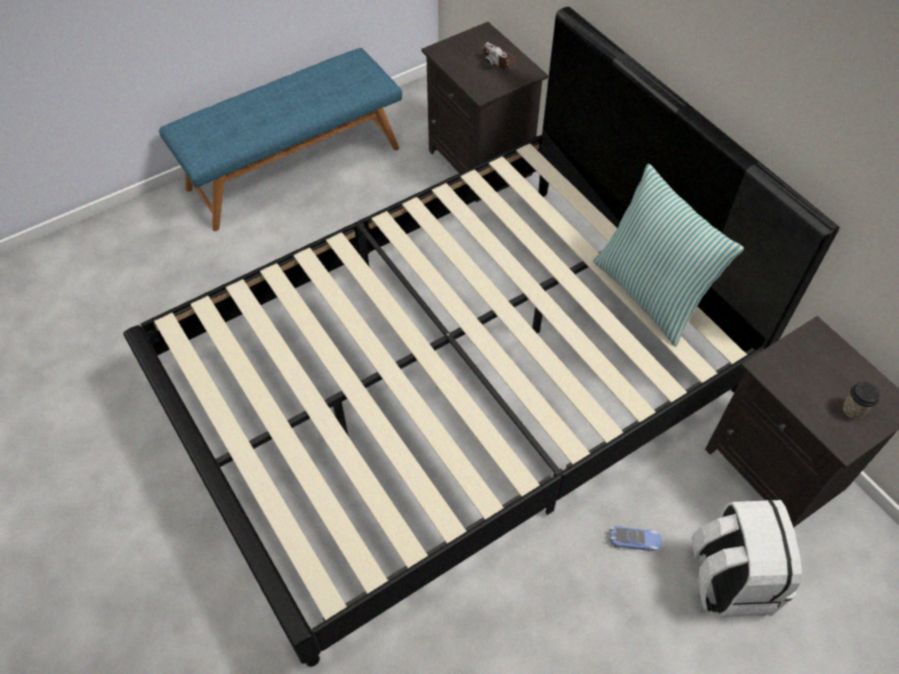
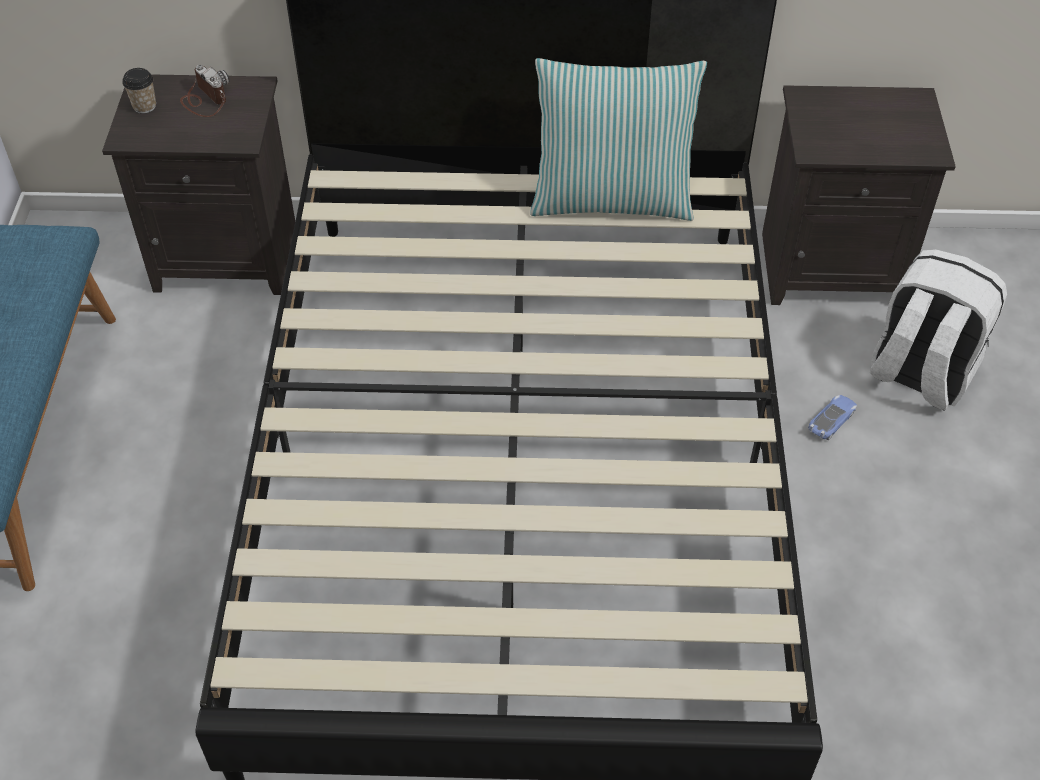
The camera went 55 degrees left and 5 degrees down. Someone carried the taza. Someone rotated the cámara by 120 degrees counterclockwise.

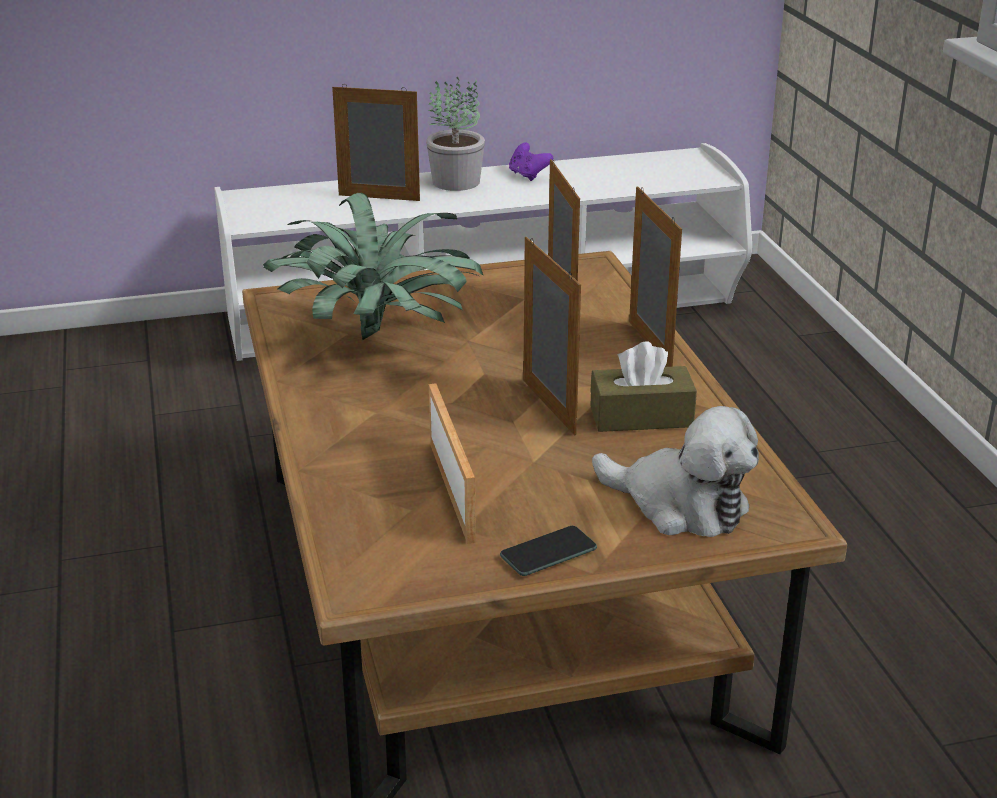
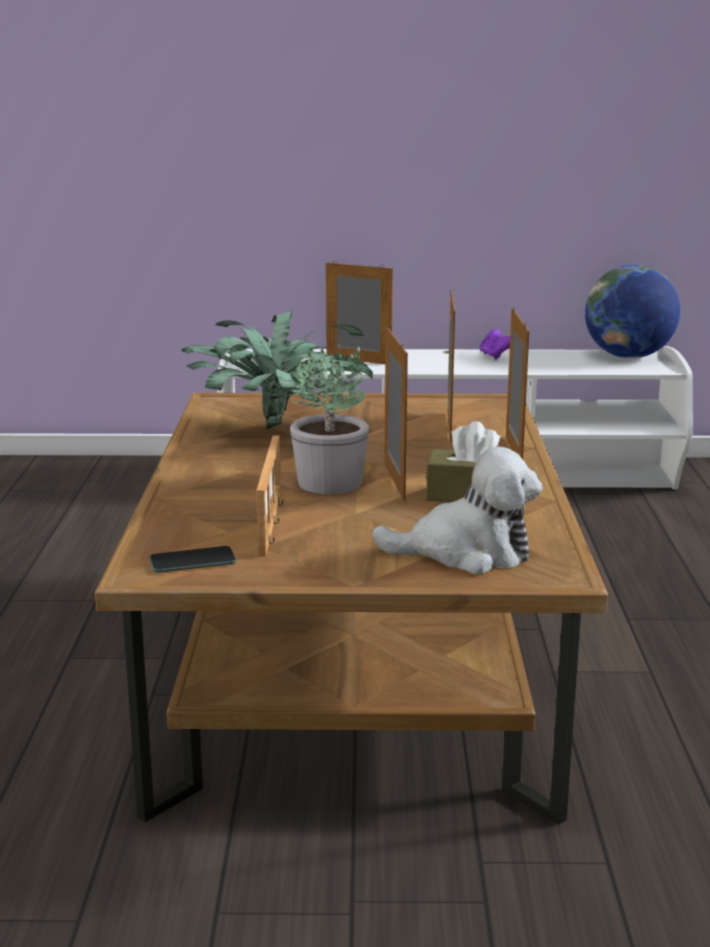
The camera went 15 degrees right and 10 degrees down. Someone carried the móvil. Someone carried the planta en maceta (2nd from left). Someone rotated the peluche by 45 degrees counterclockwise. Someone put down the globo terráqueo.

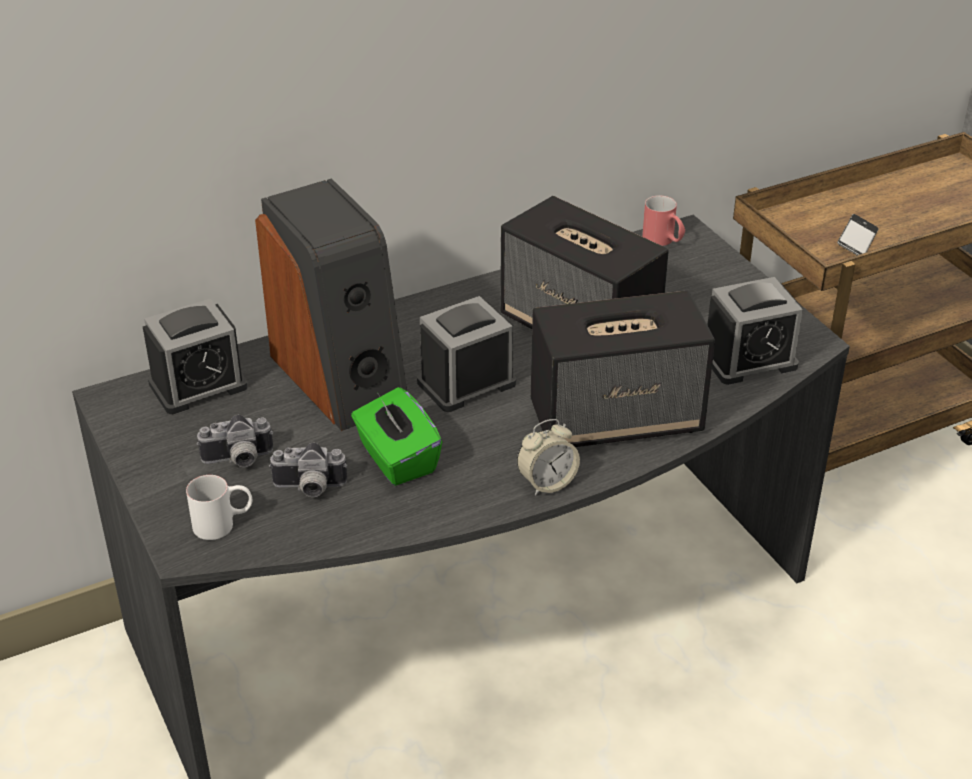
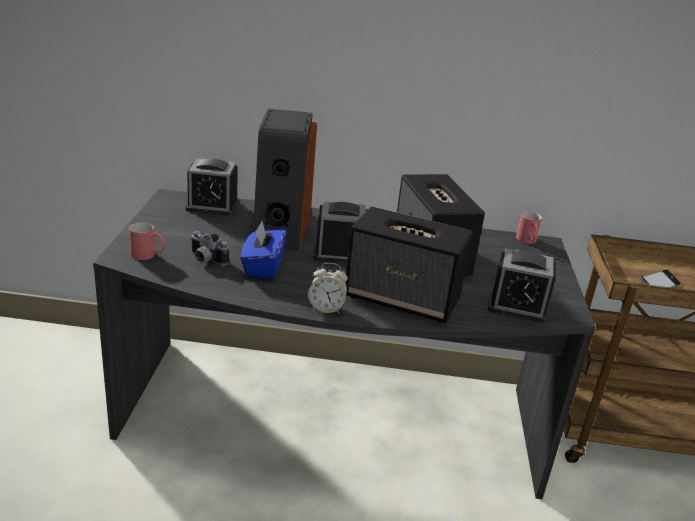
The camera went 30 degrees right and 10 degrees down. Someone repainted the taza grande/blanco, which became the taza grande/rojo (1st from left). Someone repainted the caja de pañuelos/verde, which became the caja de pañuelos/azul. Someone took away the cámara (1st from left).

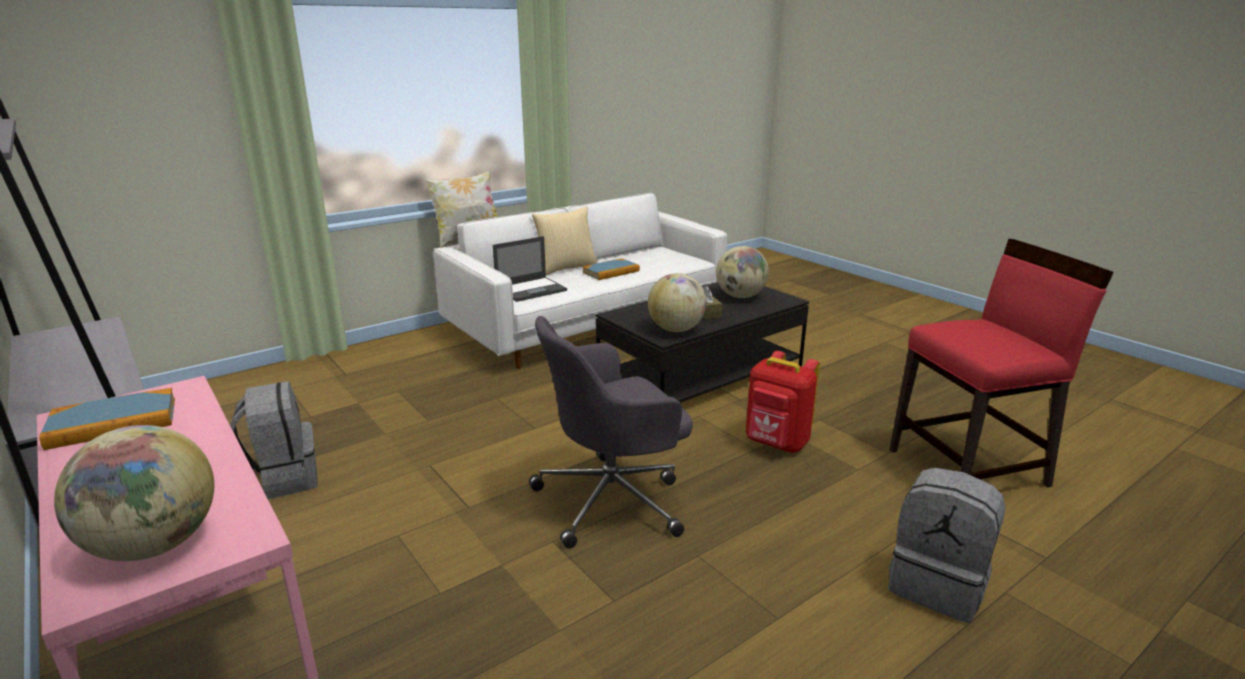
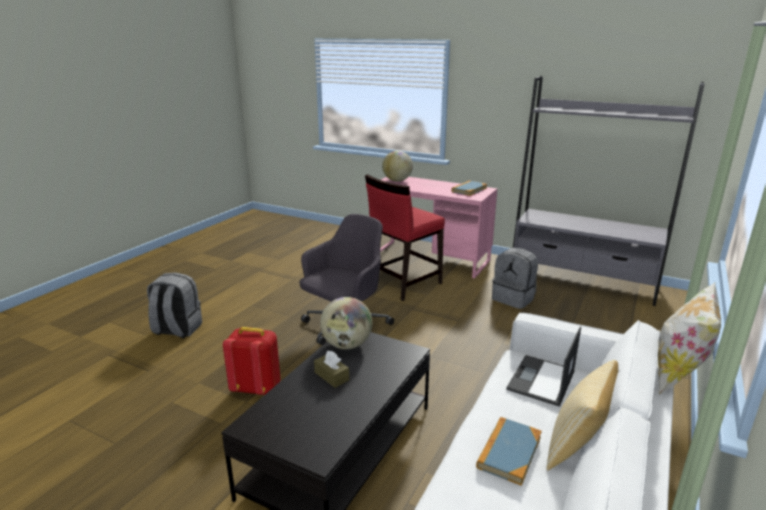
The camera went 155 degrees right and 0 degrees up. Someone carried the silla/rojo. Someone took away the globo terráqueo (3rd from left).

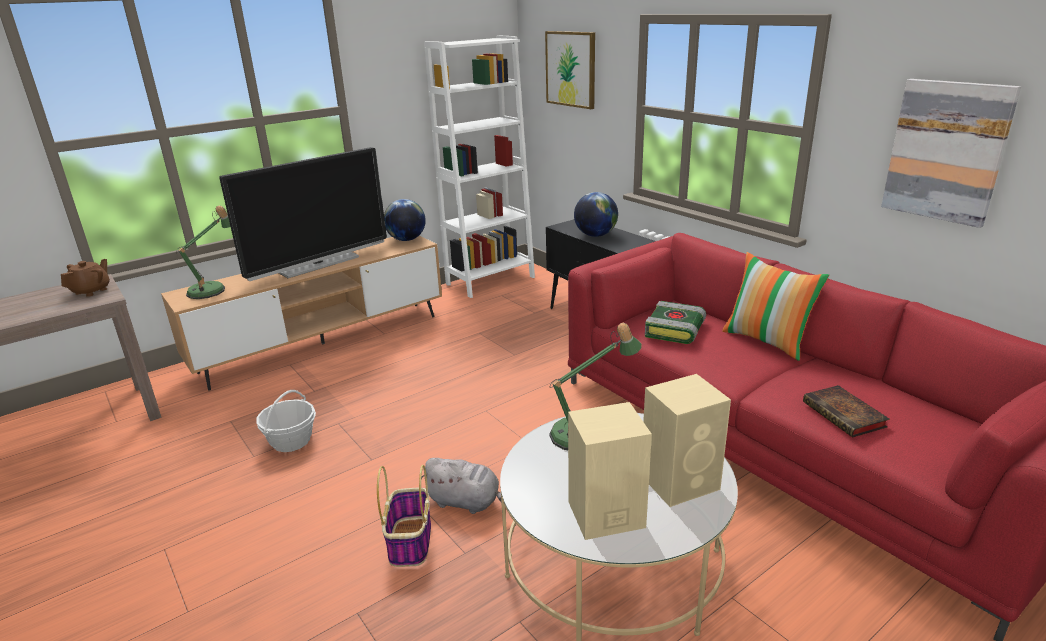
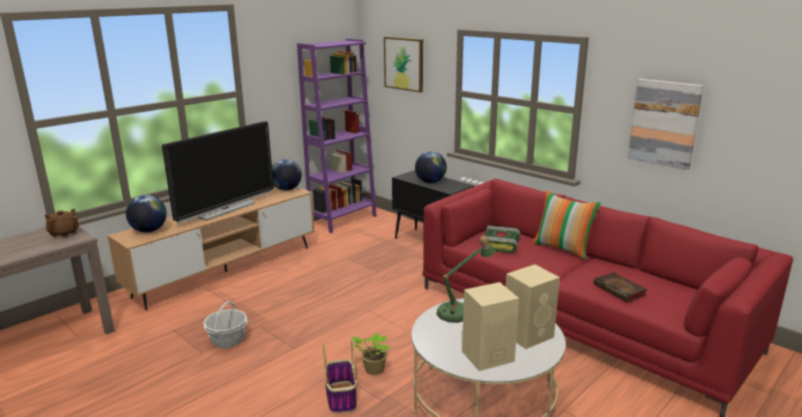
The camera went 10 degrees left and 5 degrees down. Someone swapped the lámpara de mesa (1st from left) for the globo terráqueo (1st from left). Someone repainted the estantería/blanco, which became the estantería/morado. Someone swapped the peluche/gris for the planta en maceta.

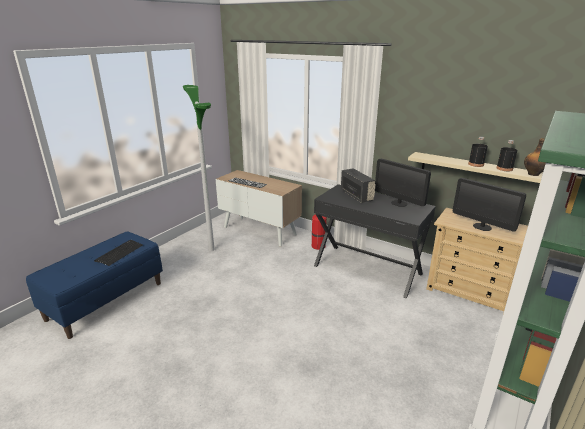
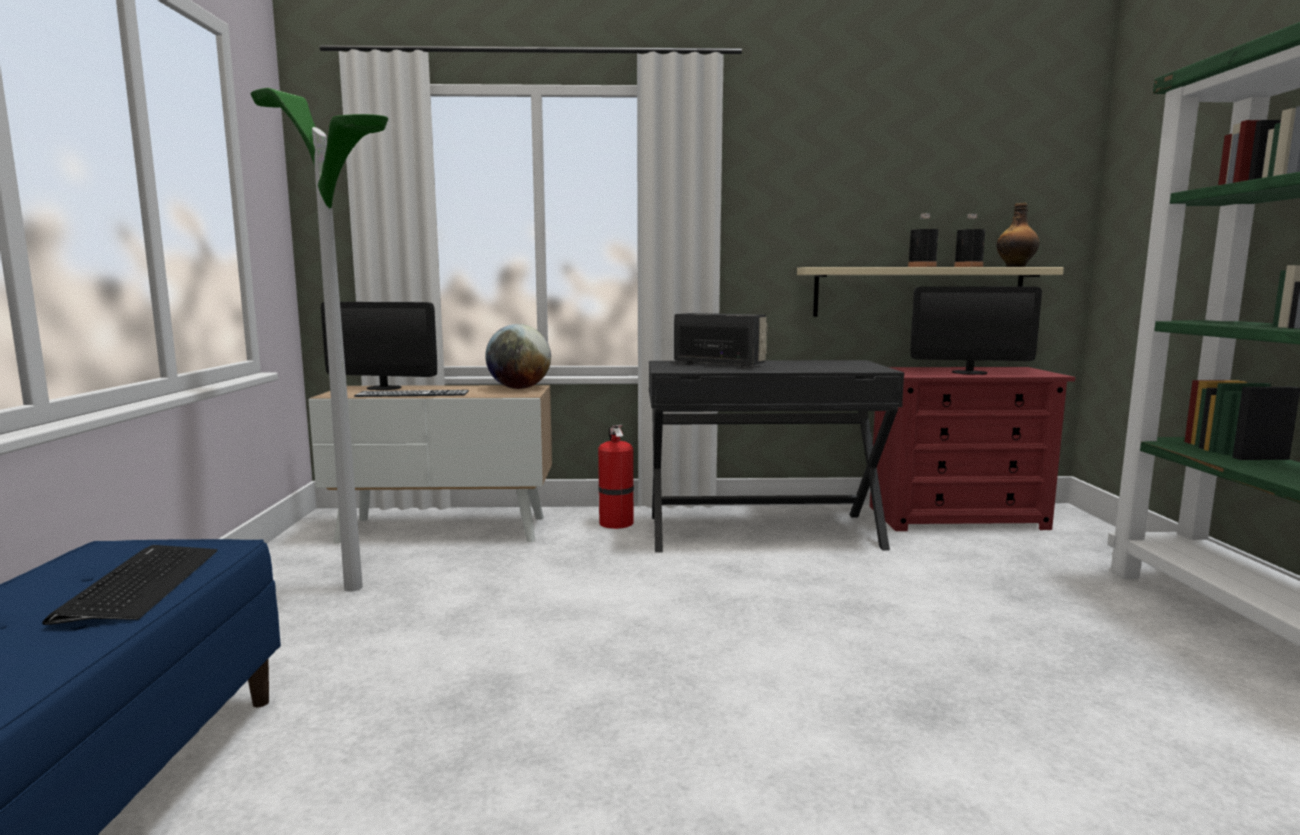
The camera went 35 degrees left and 15 degrees down. Someone carried the monitor (1st from left). Someone put down the globo terráqueo. Someone repainted the cómoda/beis, which became the cómoda/rojo.

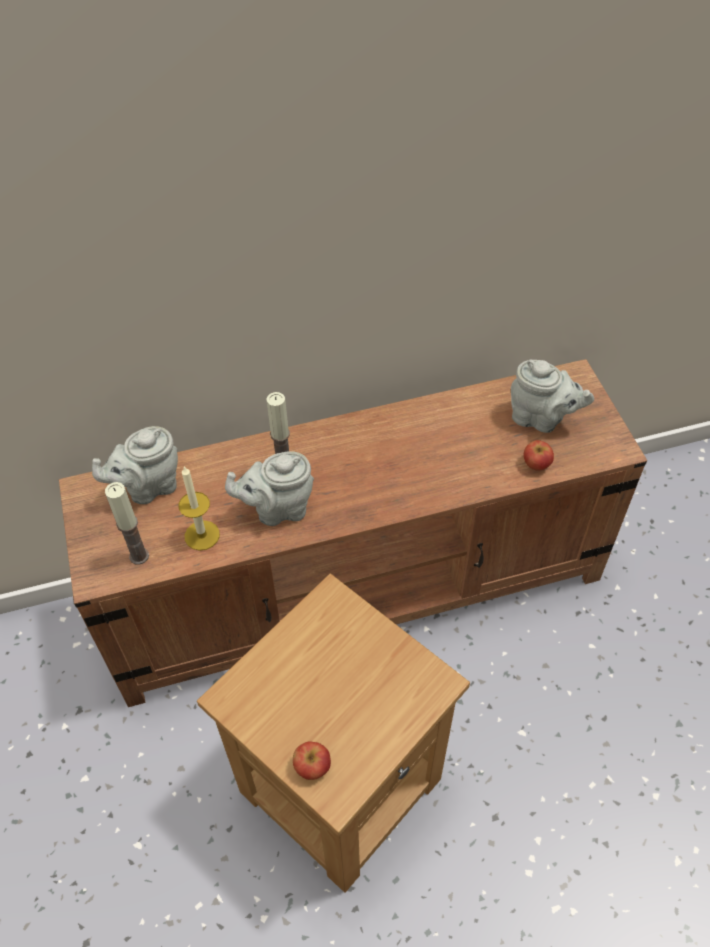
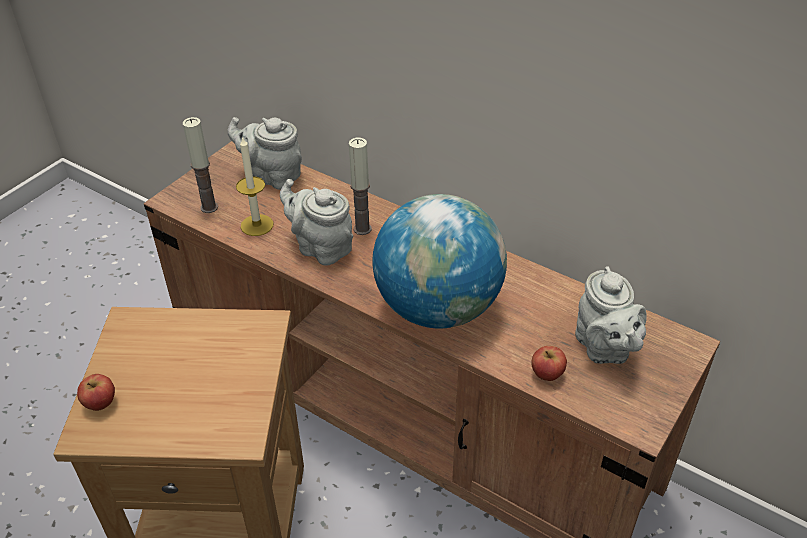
The camera went 50 degrees right and 10 degrees down. Someone put down the globo terráqueo.

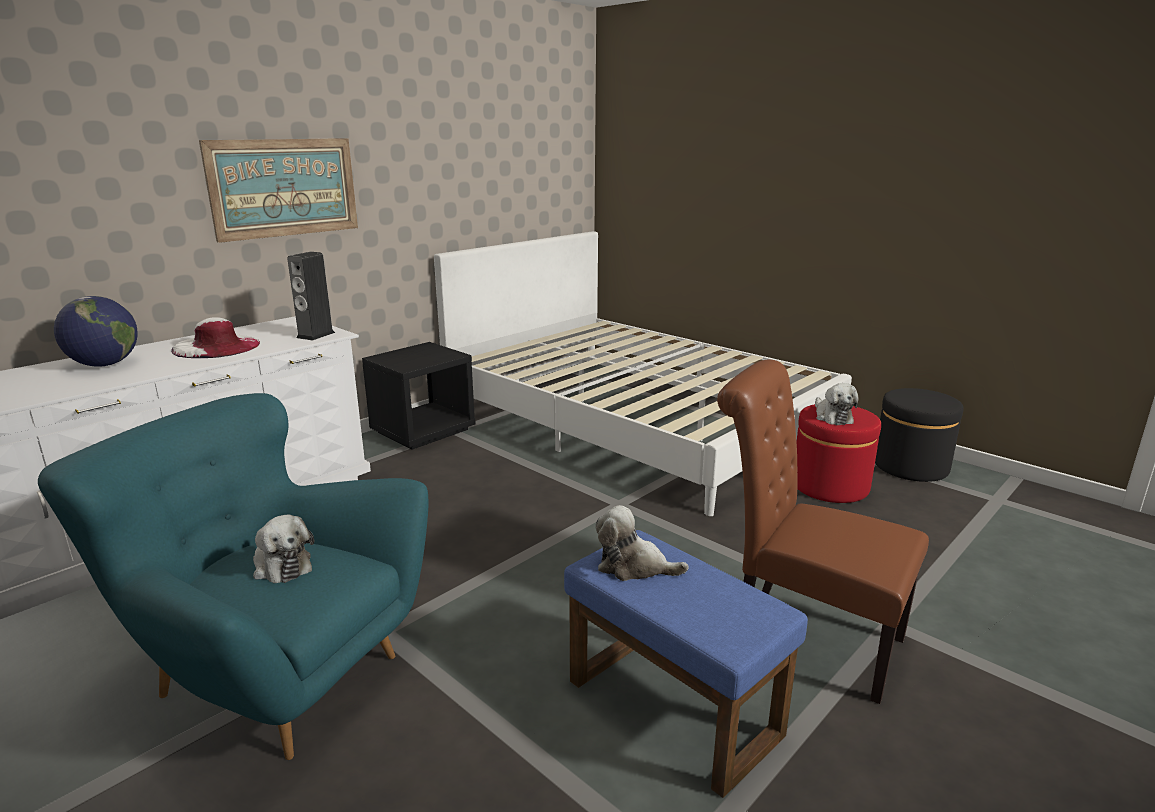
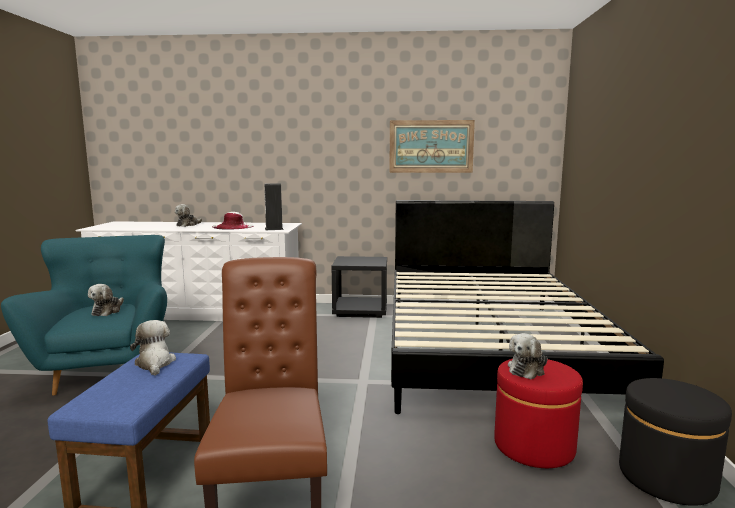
The camera went 50 degrees right and 10 degrees down. Someone swapped the globo terráqueo for the peluche (3rd from left). Someone carried the cuadro. Someone repainted the cama/blanco, which became the cama/negro.

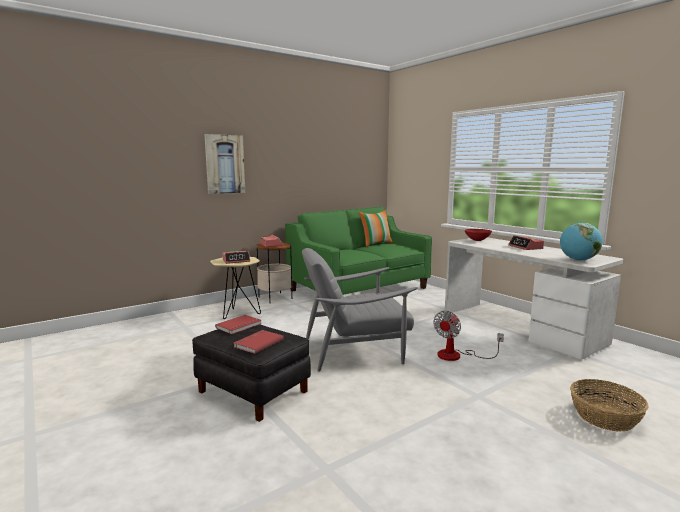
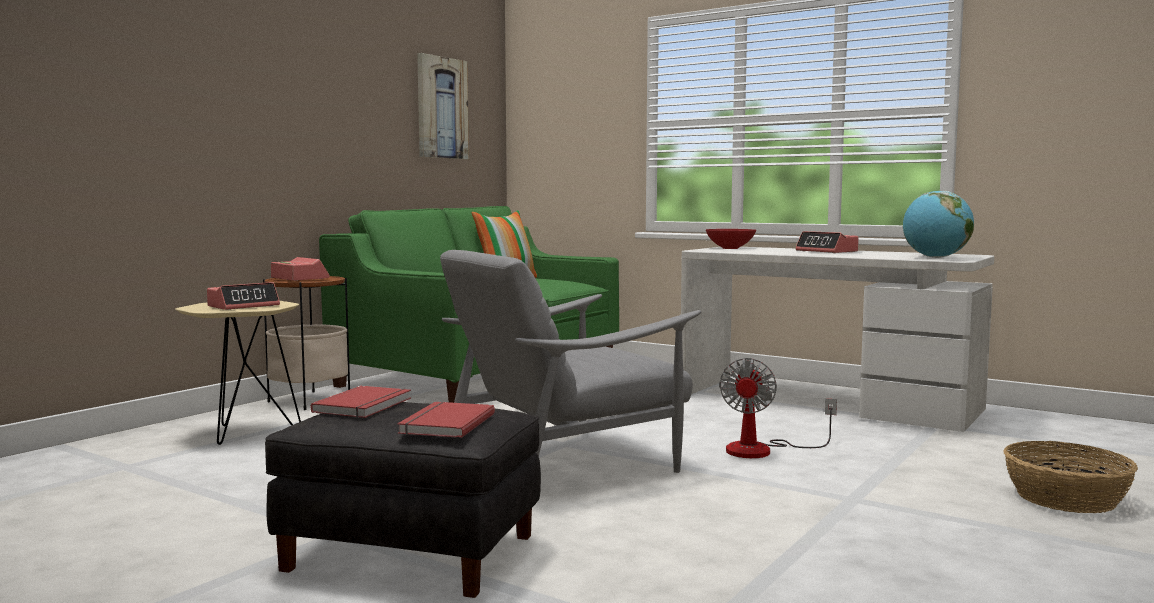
The camera went 20 degrees left and 5 degrees down. Someone carried the cuadro.

